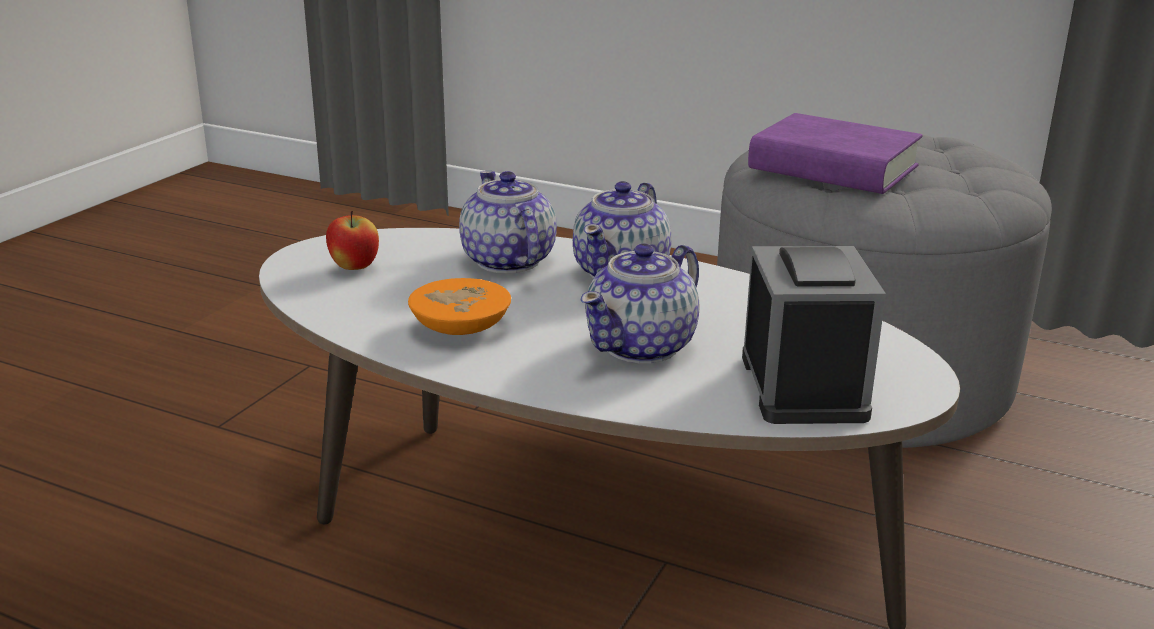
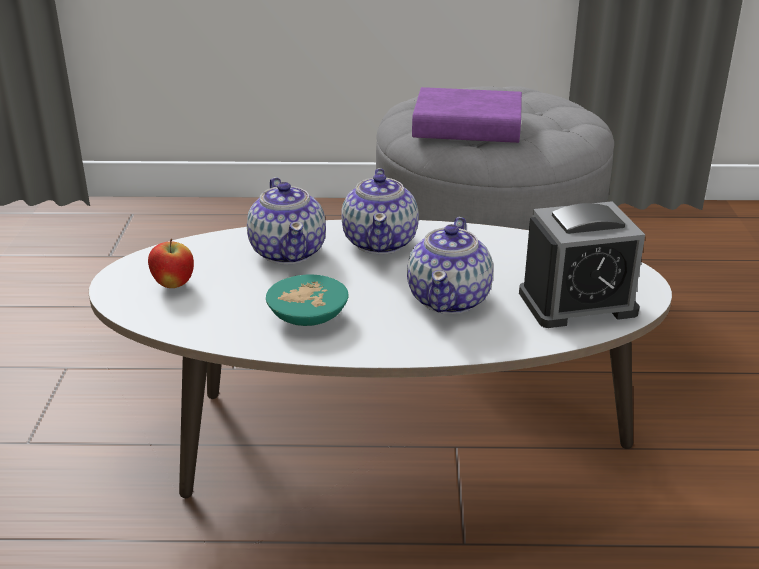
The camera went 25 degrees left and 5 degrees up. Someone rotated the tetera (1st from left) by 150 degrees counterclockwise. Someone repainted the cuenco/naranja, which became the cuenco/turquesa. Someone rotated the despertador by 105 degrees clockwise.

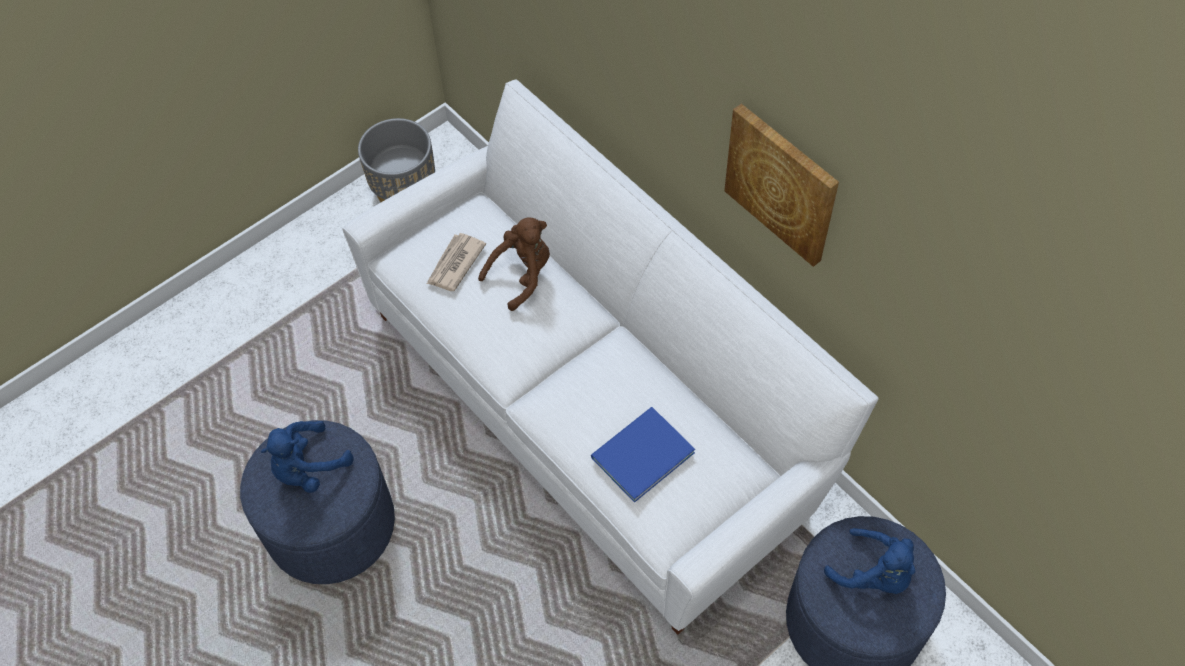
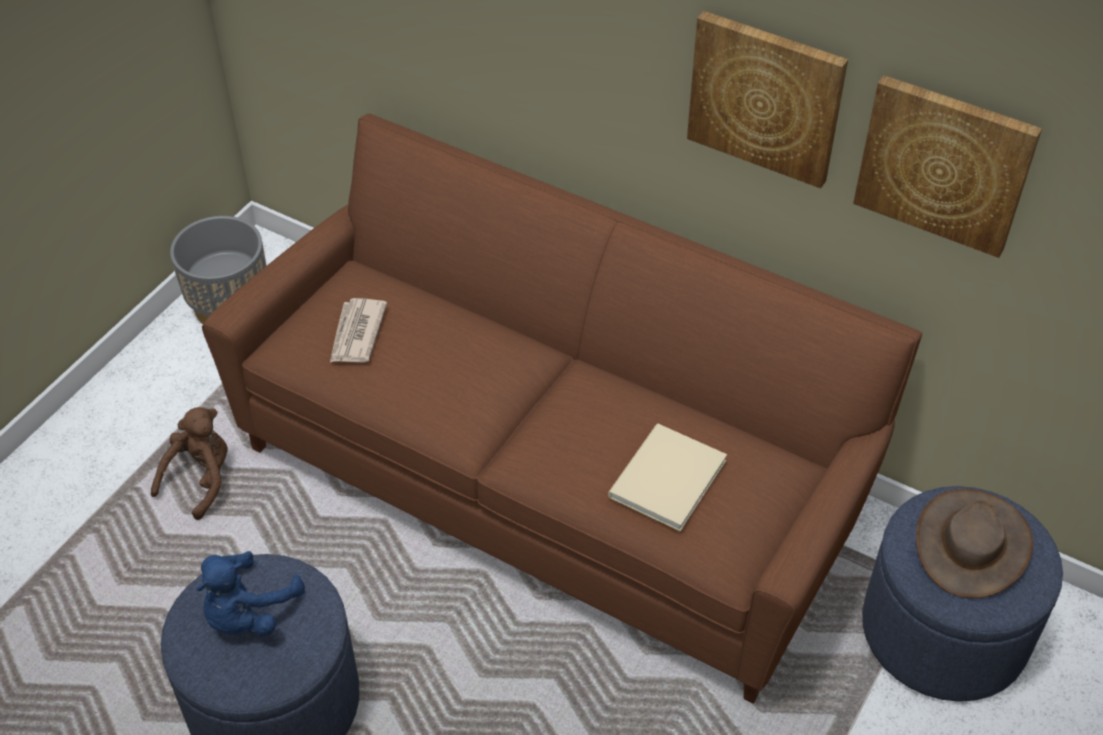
The camera went 20 degrees left and 10 degrees down. Someone carried the peluche/marrón. Someone repainted the sofá/blanco, which became the sofá/marrón. Someone repainted the libro/azul, which became the libro/beis. Someone put up the cuadro (2nd from left). Someone swapped the peluche/azul (2nd from left) for the sombrero/marrón.

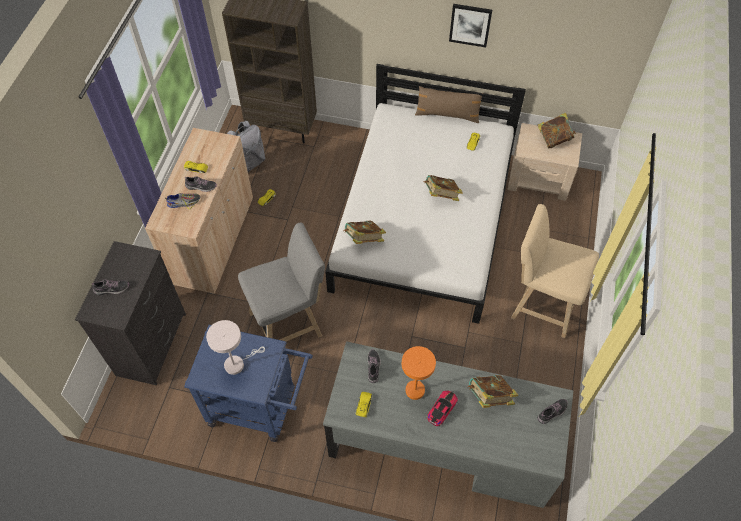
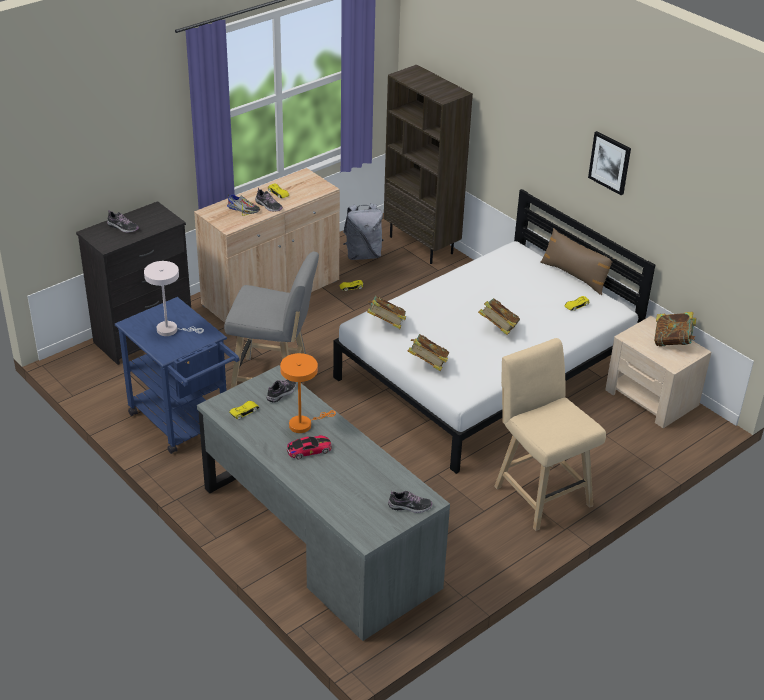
The camera went 35 degrees right and 20 degrees down. Someone carried the libro (3rd from left in the first image).

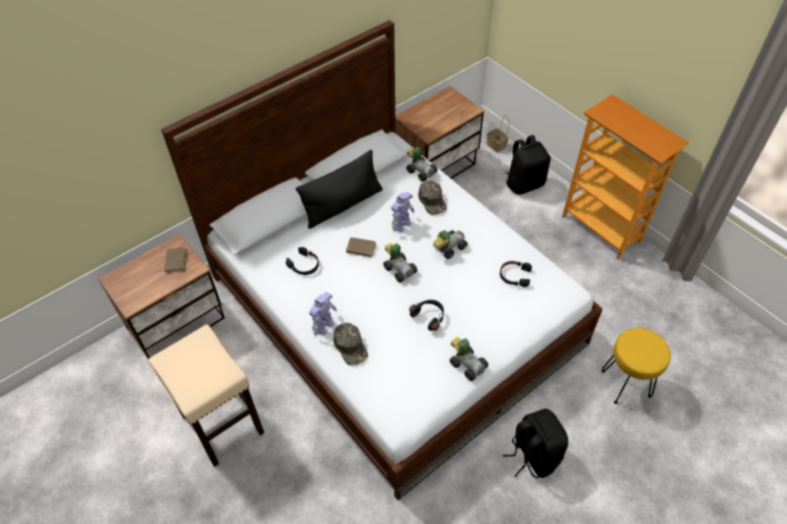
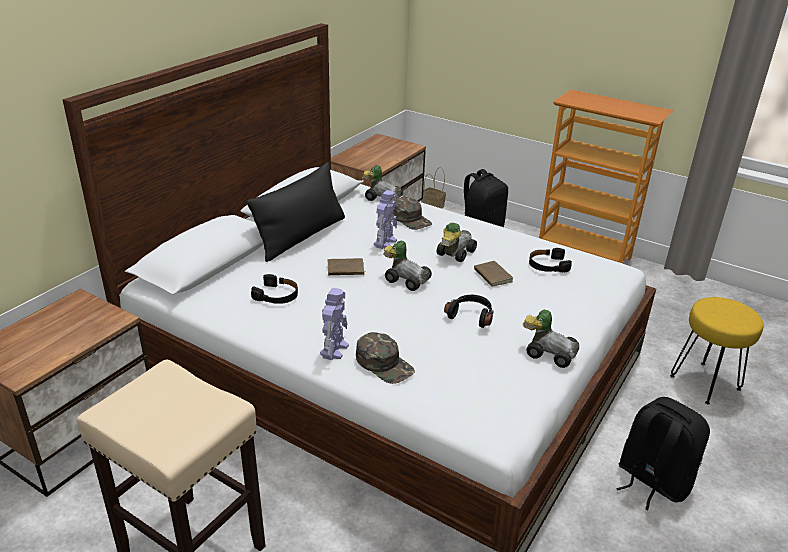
The camera went 20 degrees left and 20 degrees down. Someone carried the libro/marrón (1st from left in the first image).

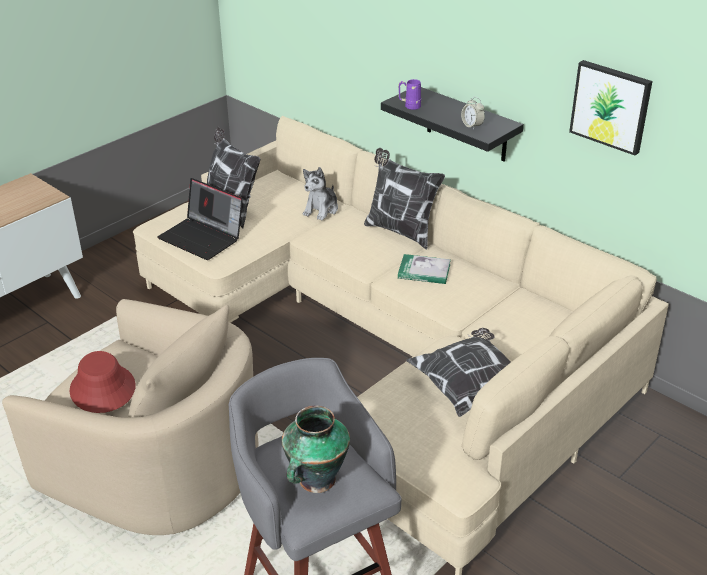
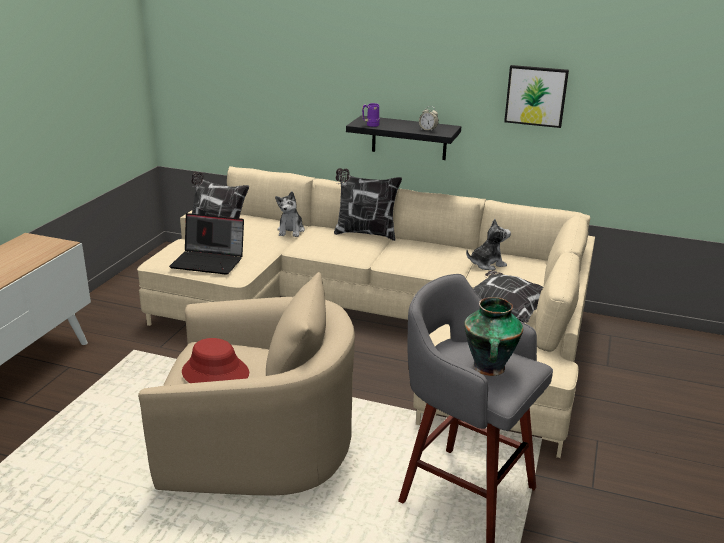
The camera went 25 degrees left and 10 degrees down. Someone put down the peluche (2nd from left). Someone took away the libro.

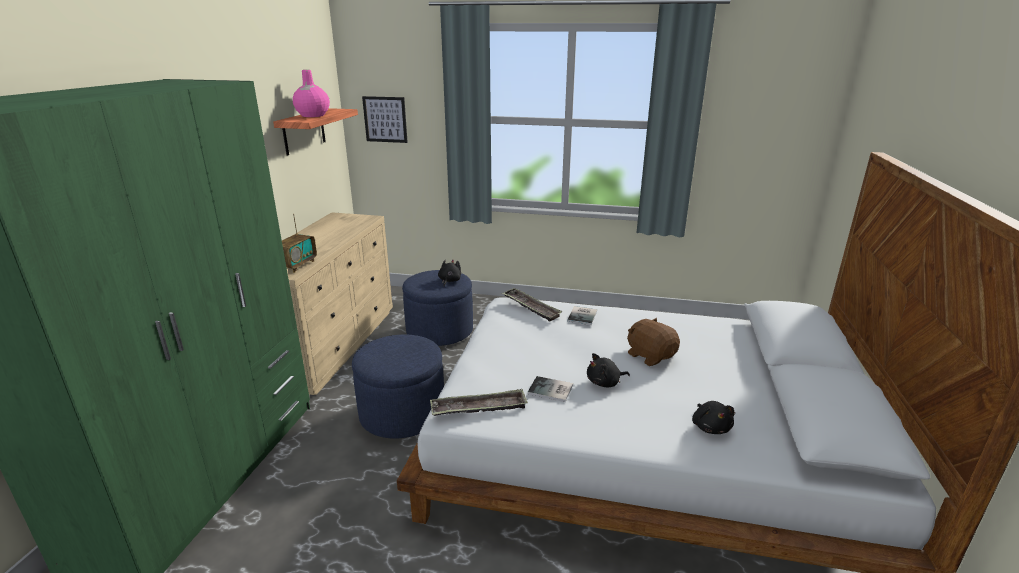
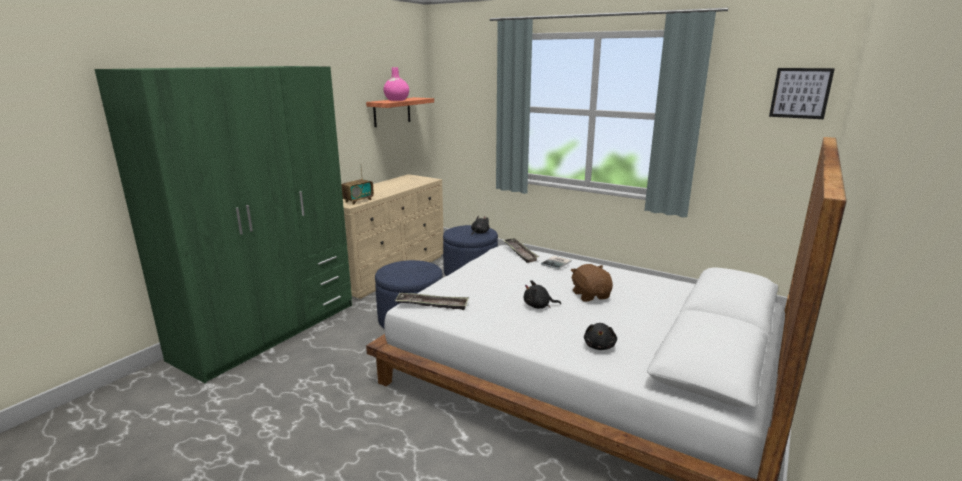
The camera went 20 degrees right and 5 degrees down. Someone carried the cuadro. Someone took away the libro (1st from left).

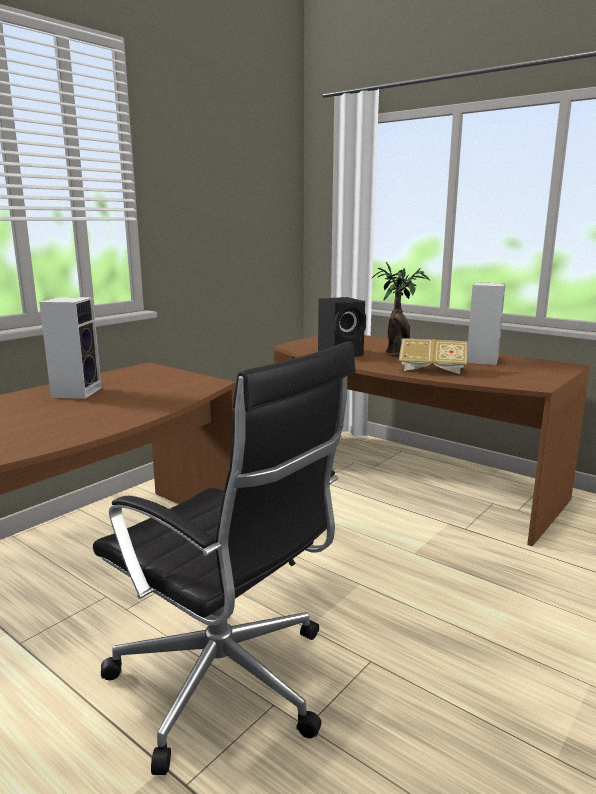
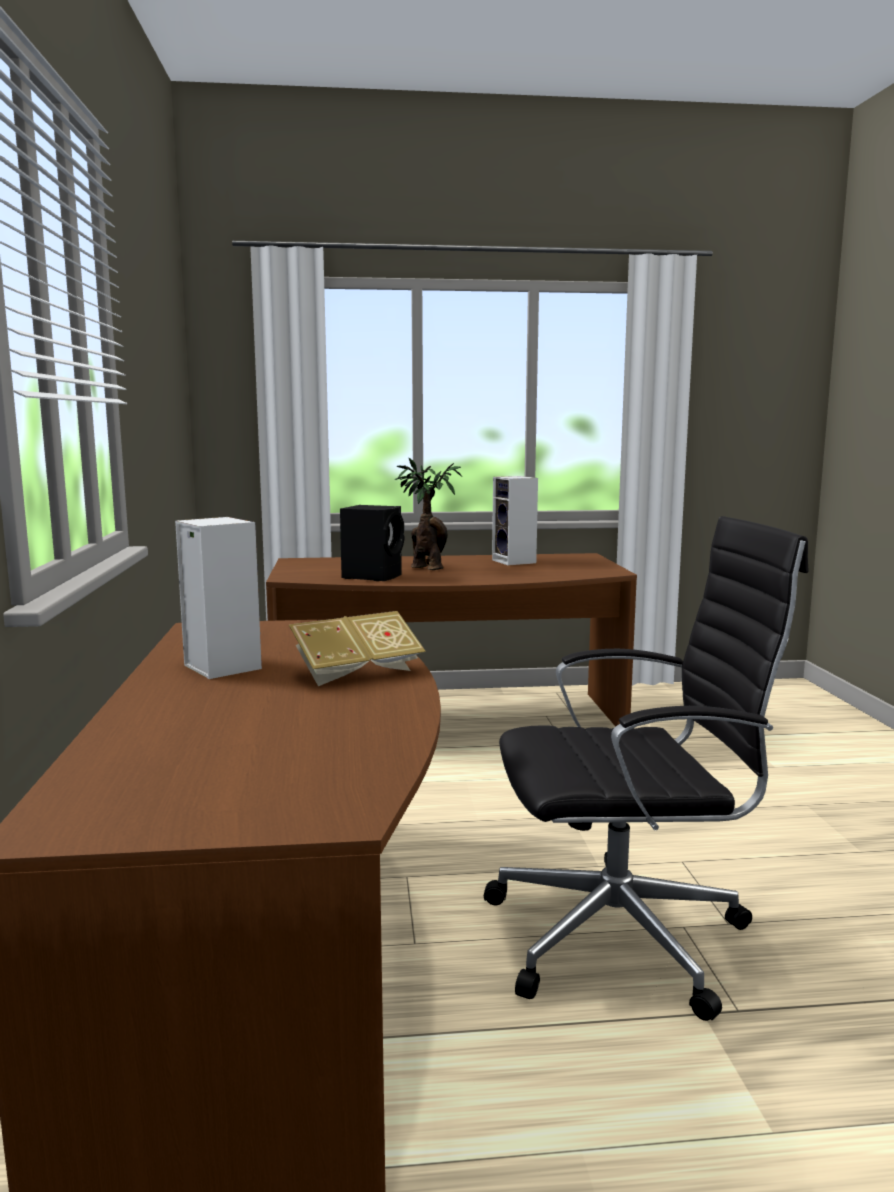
The camera went 45 degrees left and 5 degrees down. Someone carried the libro.

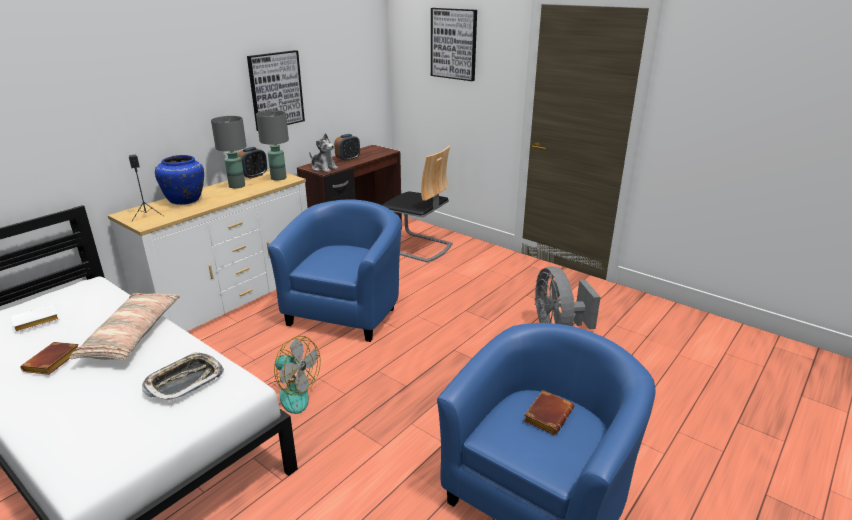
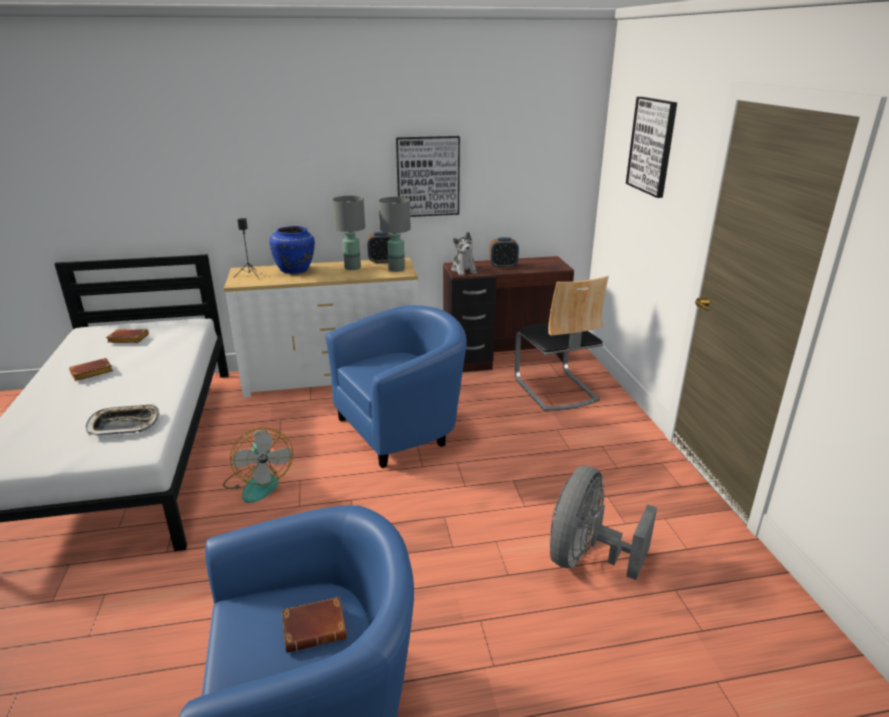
The camera went 40 degrees right and 0 degrees up. Someone repainted the libro/blanco, which became the libro/marrón (2nd from left). Someone took away the cojín.

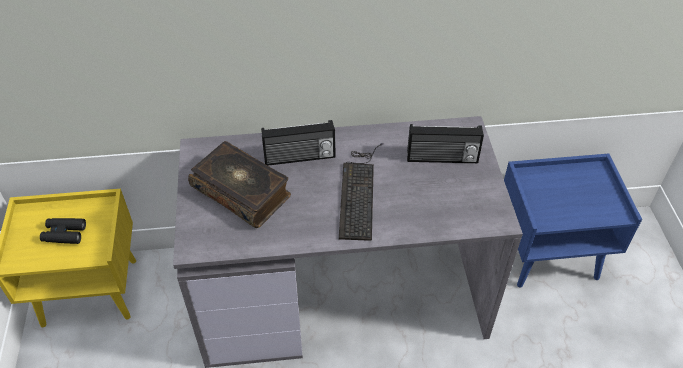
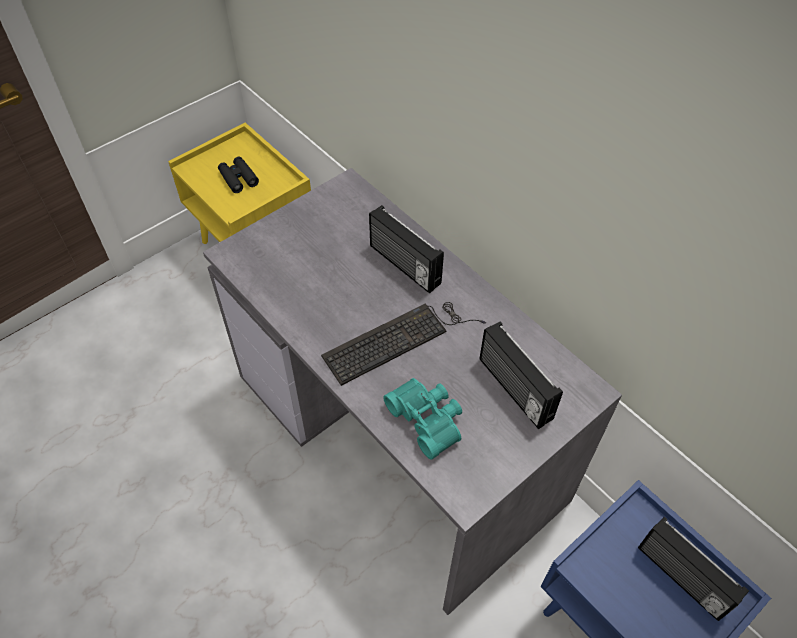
The camera went 55 degrees right and 5 degrees up. Someone put down the prismáticos/turquesa. Someone put down the radio (3rd from left). Someone took away the libro.

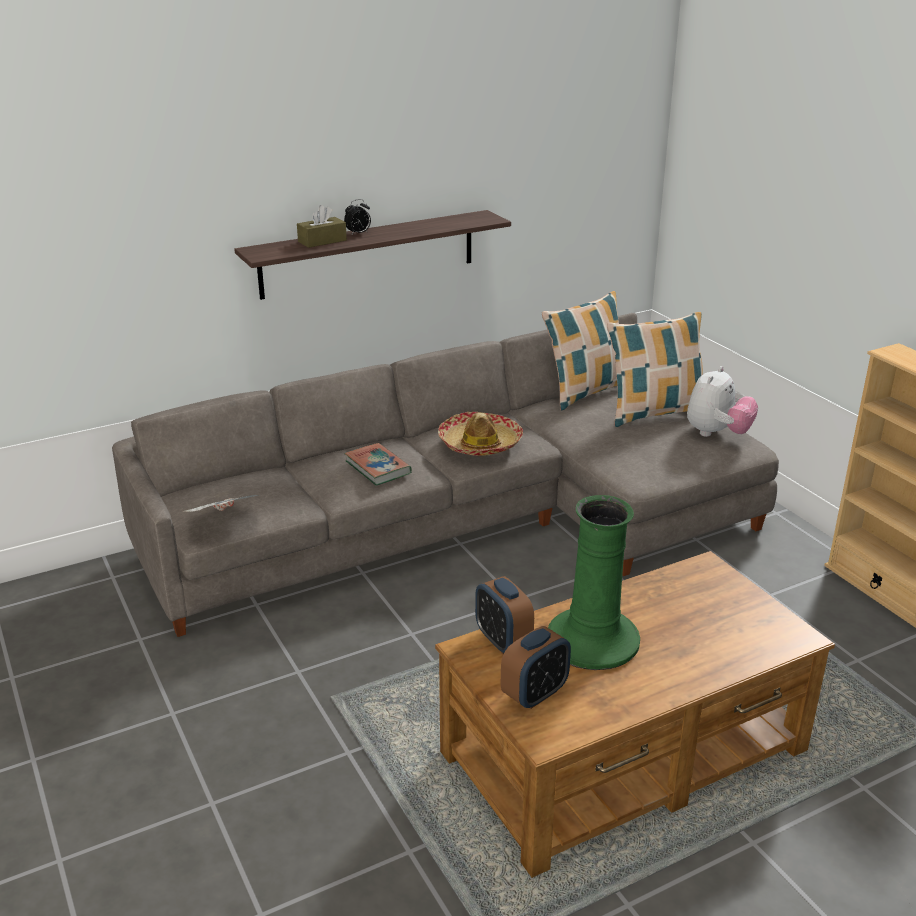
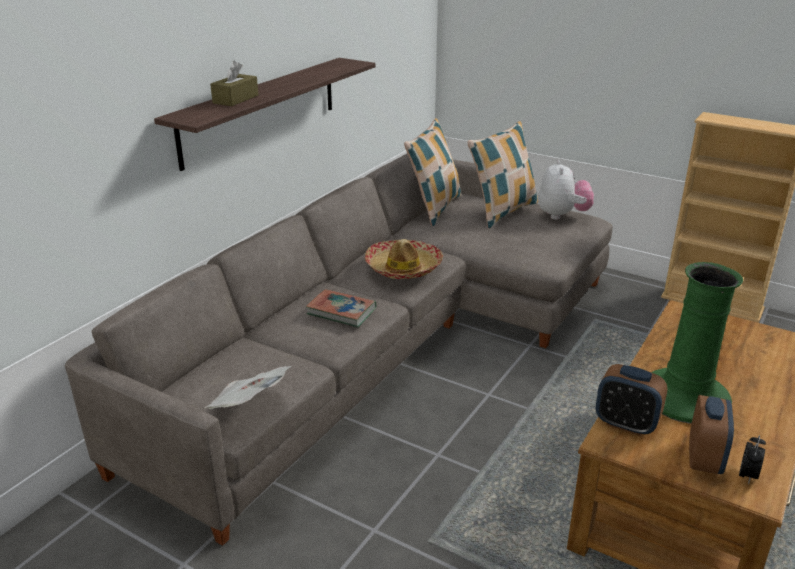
The camera went 30 degrees left and 0 degrees up. Someone carried the despertador (1st from left in the first image).

